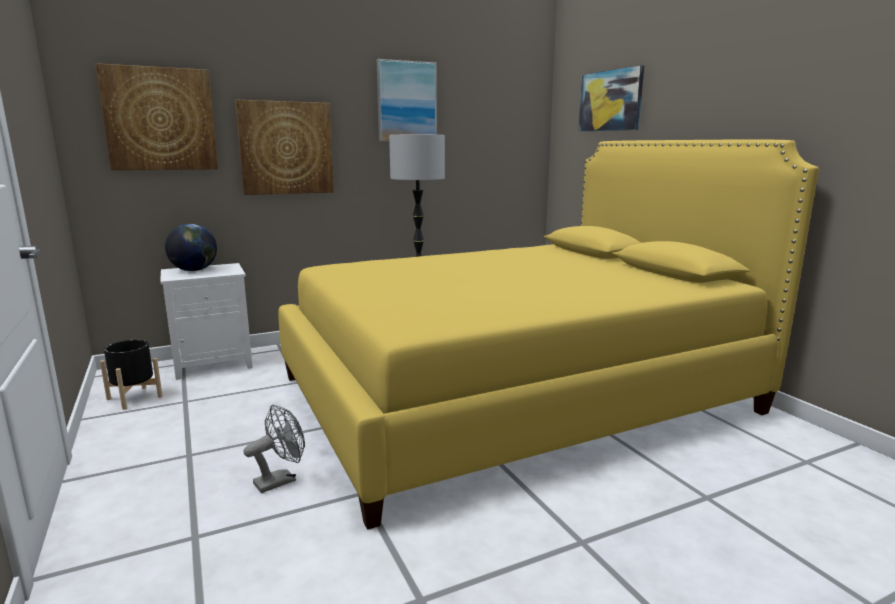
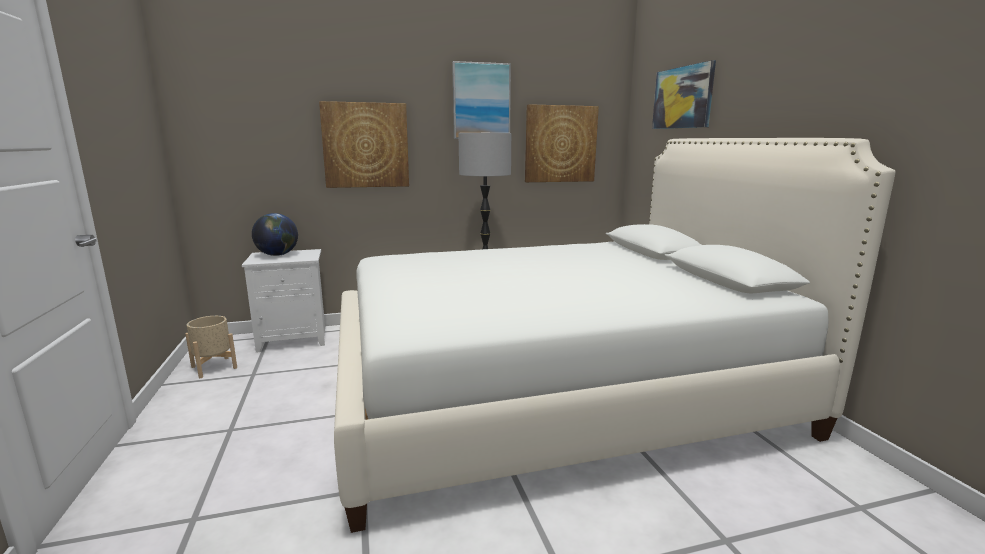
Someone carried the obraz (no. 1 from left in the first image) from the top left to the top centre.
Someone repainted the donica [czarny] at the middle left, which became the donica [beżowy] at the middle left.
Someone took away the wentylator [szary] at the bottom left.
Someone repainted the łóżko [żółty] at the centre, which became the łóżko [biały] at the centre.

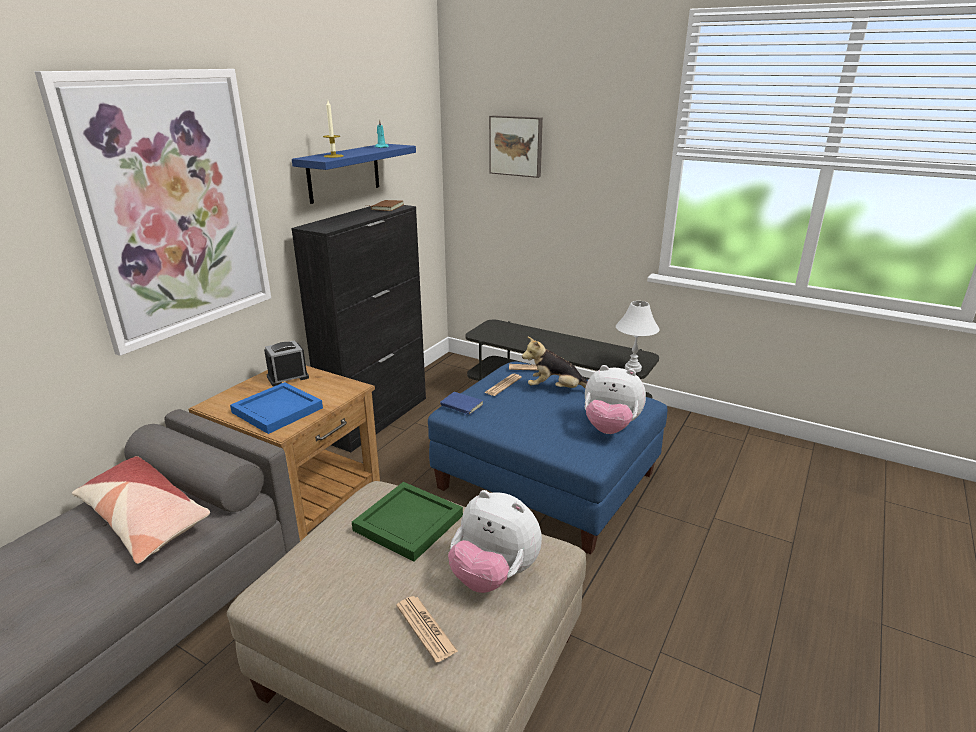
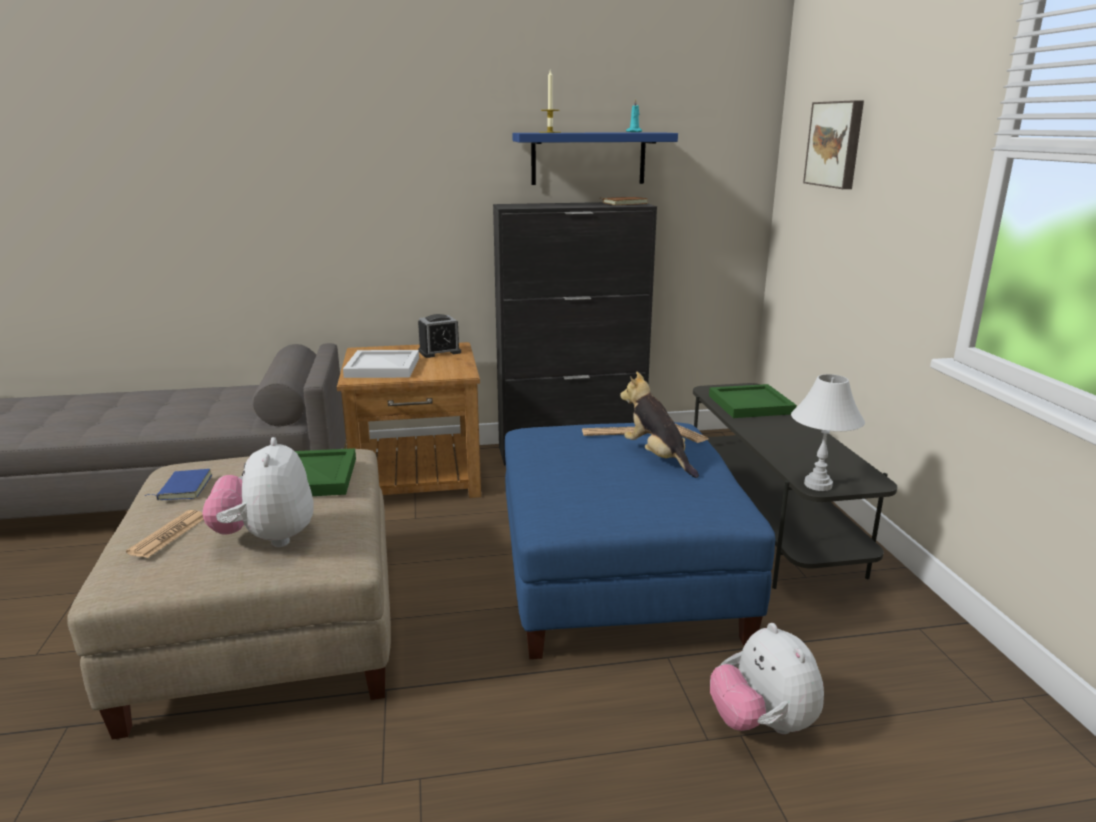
Someone took away the obraz (no. 1 from left) at the top left.
Someone took away the poduszka at the bottom left.
Someone repainted the taca [niebieski] at the middle left, which became the taca [biały] at the centre.
Someone rotated the budzik at the middle left by 135 degrees clockwise.
Someone carried the książka [niebieski] from the centre to the middle left.
Someone carried the pluszak (no. 3 from left) from the centre to the bottom right.
Someone put down the taca [zielony] (no. 2 from left) at the middle right.

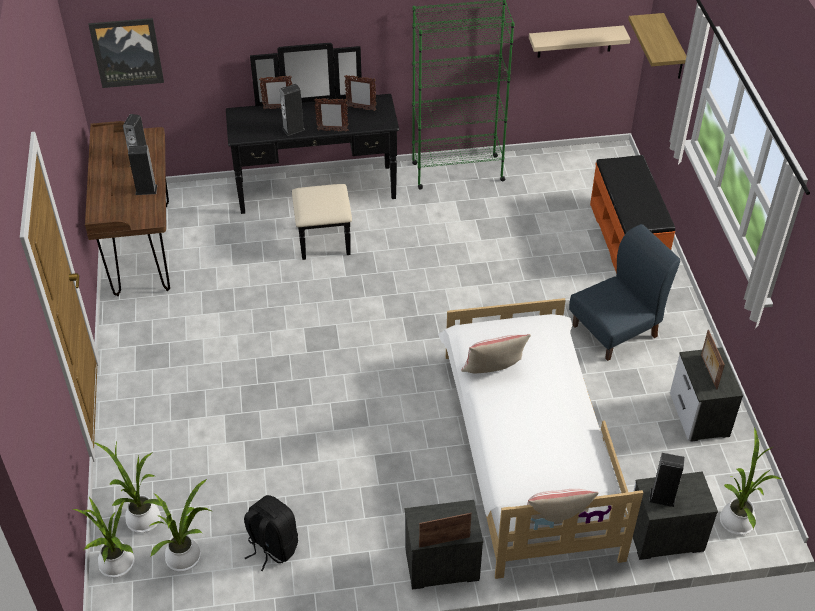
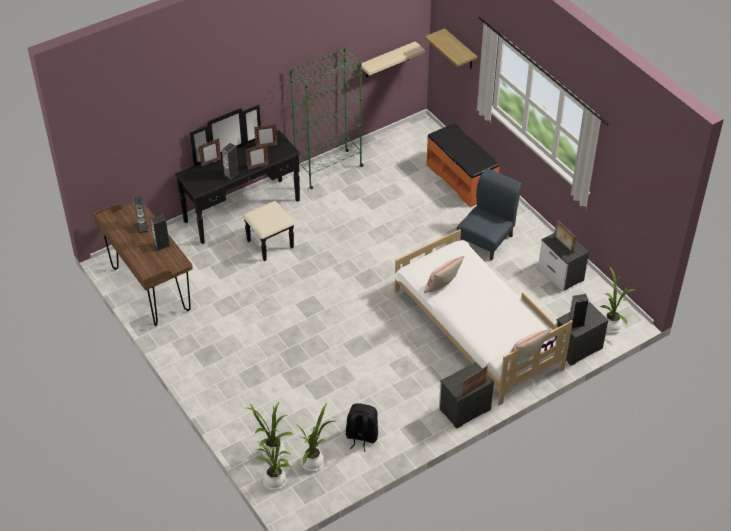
Someone took away the obraz at the top left.

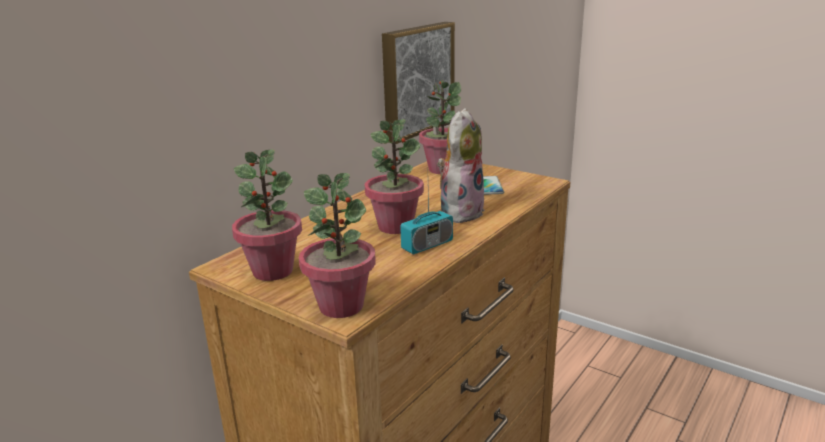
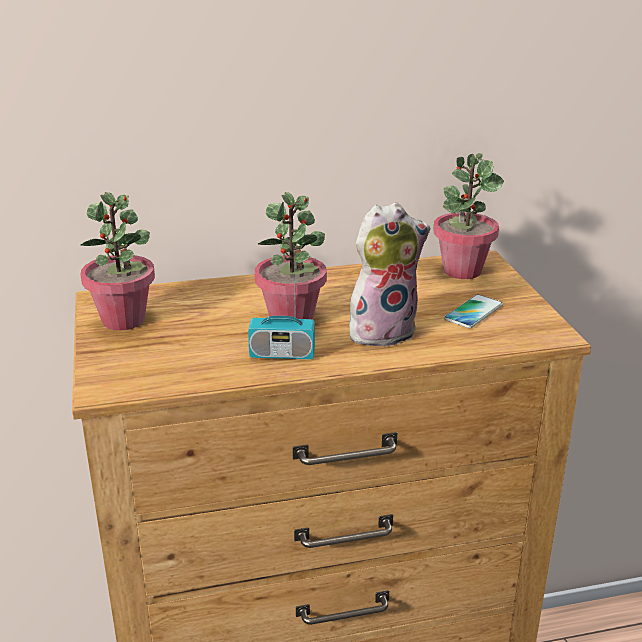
Someone took away the roślina doniczkowa (no. 2 from left) at the centre.
Someone took away the obraz at the top centre.

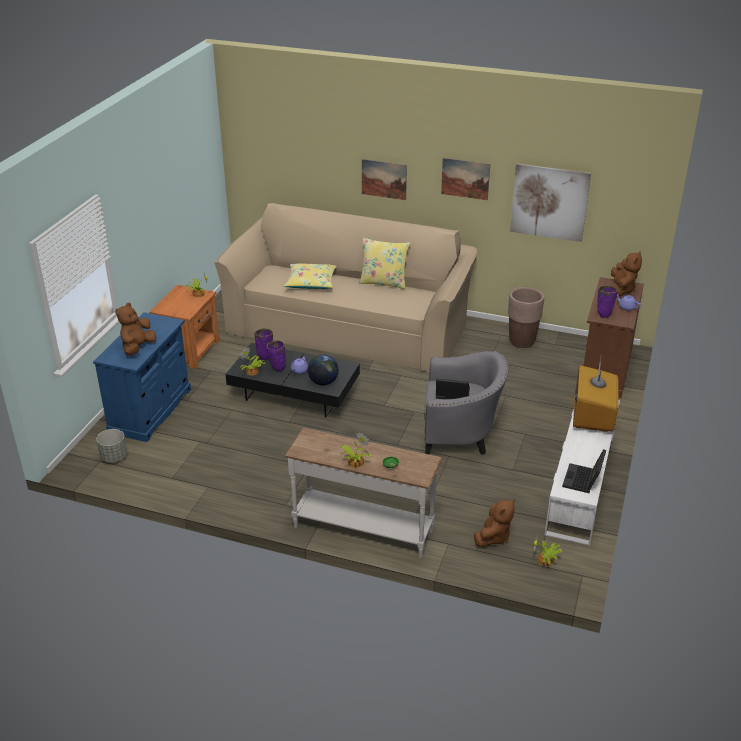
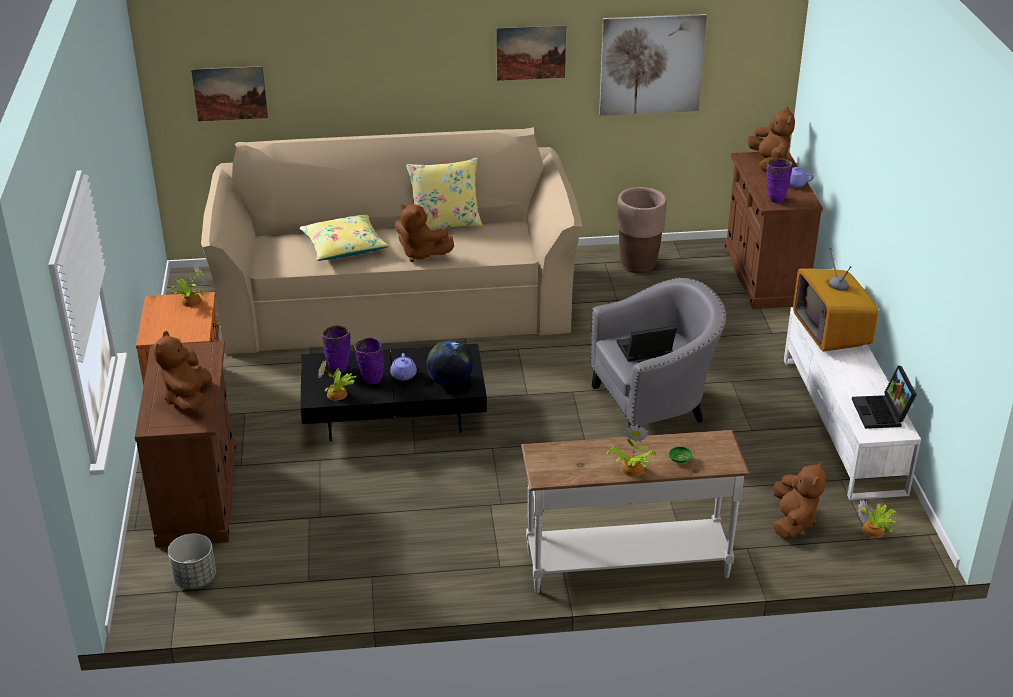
Someone repainted the szafka [niebieski] at the middle left, which became the szafka [brązowy] (no. 1 from left) at the middle left.
Someone carried the obraz (no. 1 from left) from the top centre to the top left.
Someone put down the pluszak [brązowy] (no. 2 from left) at the centre.

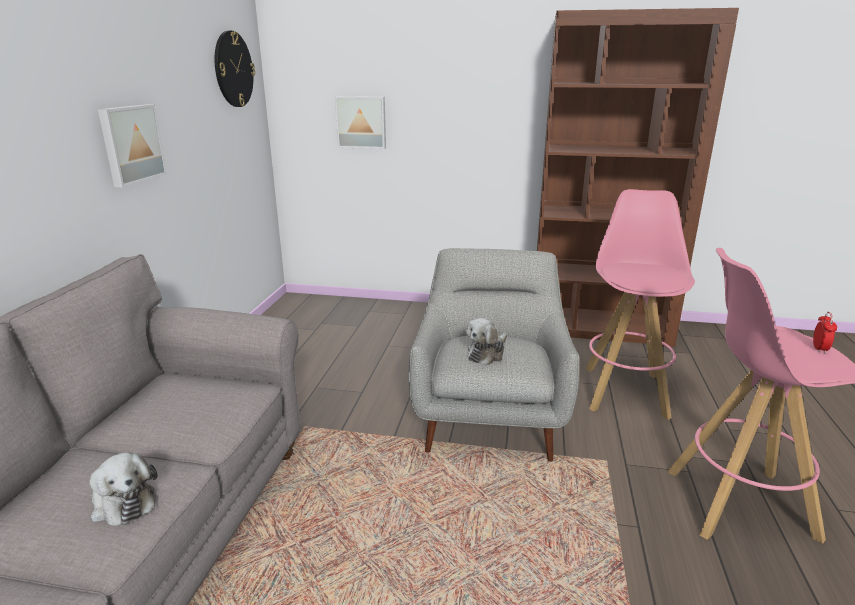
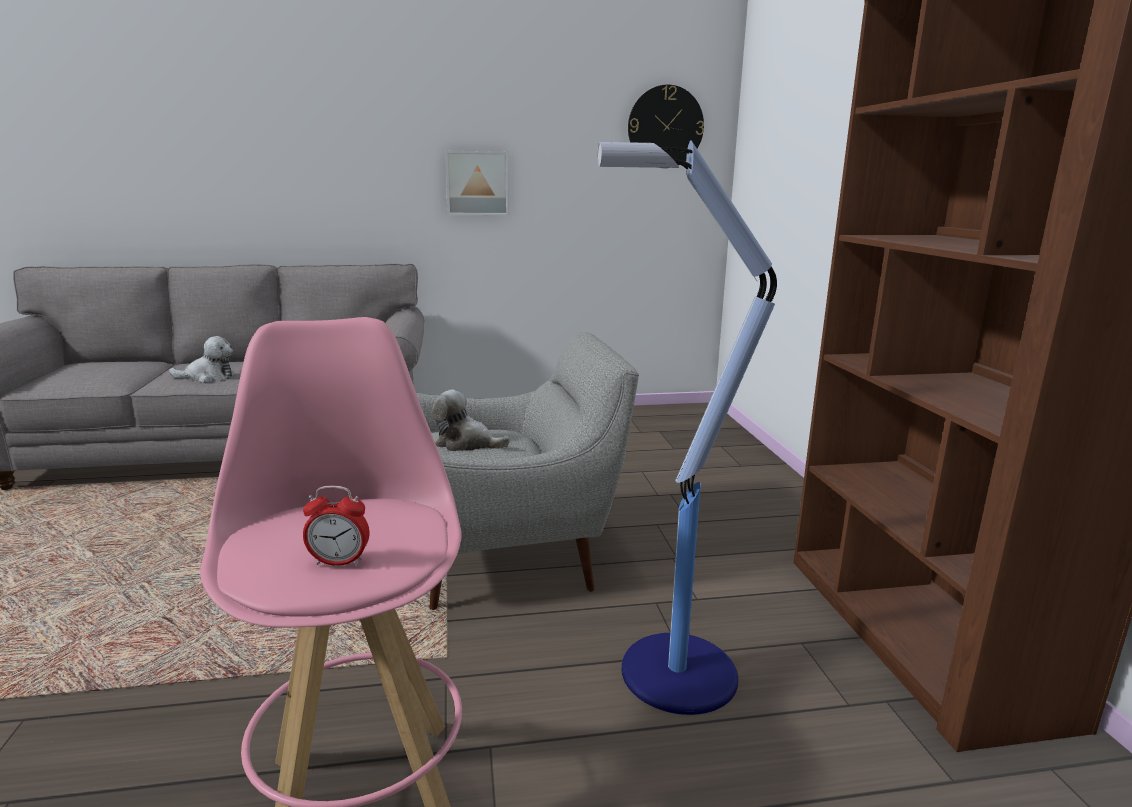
Someone rotated the pluszak (no. 1 from left) at the bottom left by 120 degrees counterclockwise.
Someone took away the obraz (no. 2 from left) at the top centre.
Someone swapped the stołek [różowy] (no. 1 from left) at the middle right for the lampa stojąca at the centre.

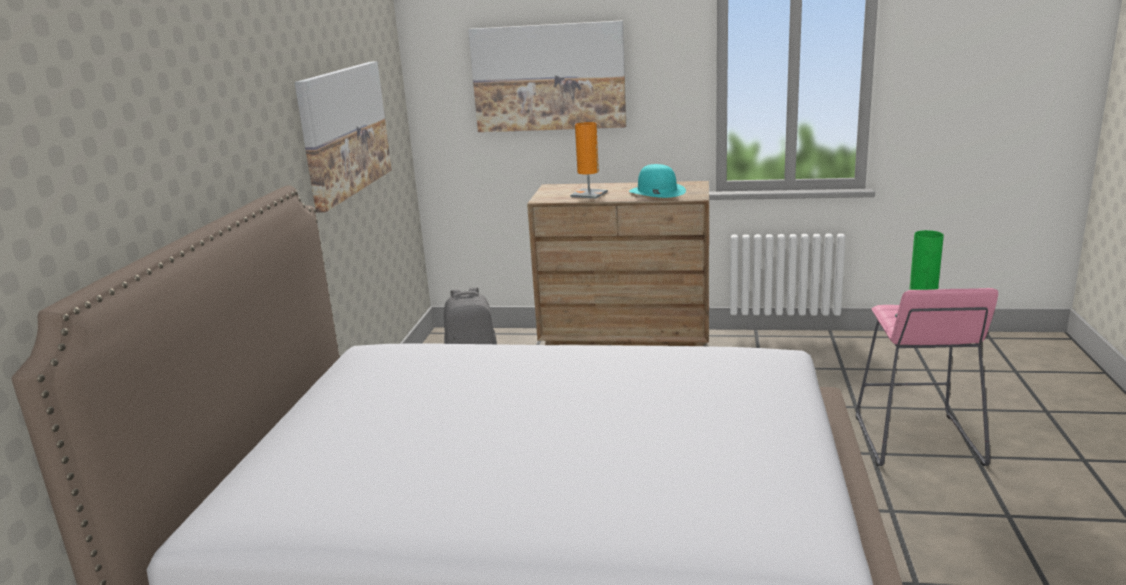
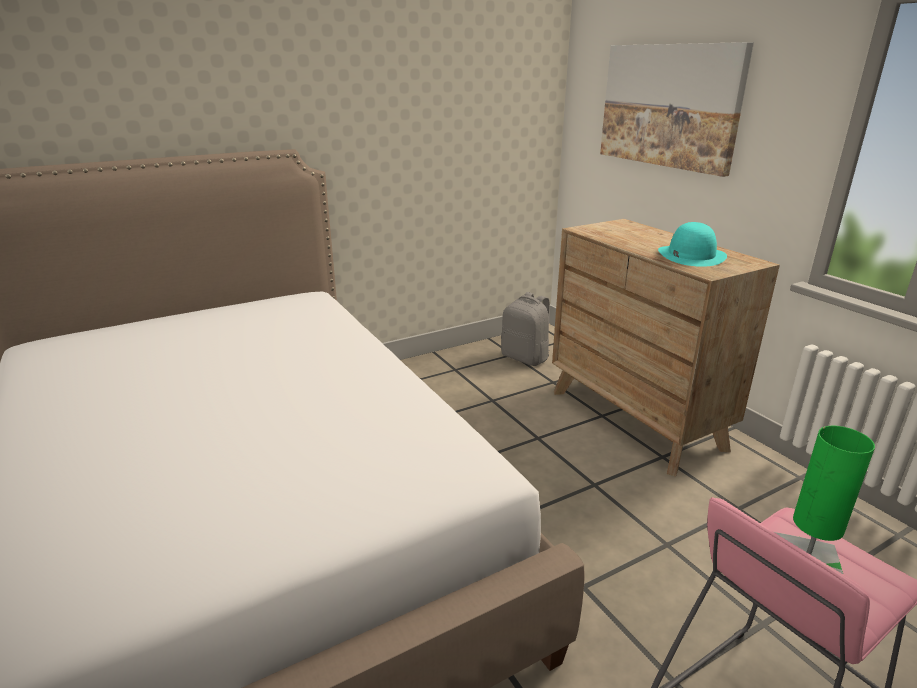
Someone took away the obraz (no. 1 from left) at the top left.
Someone took away the lampa stołowa [pomarańczowy] at the top centre.

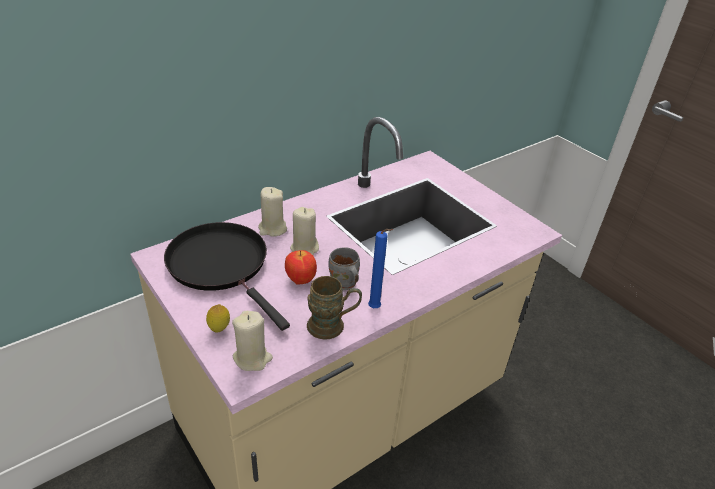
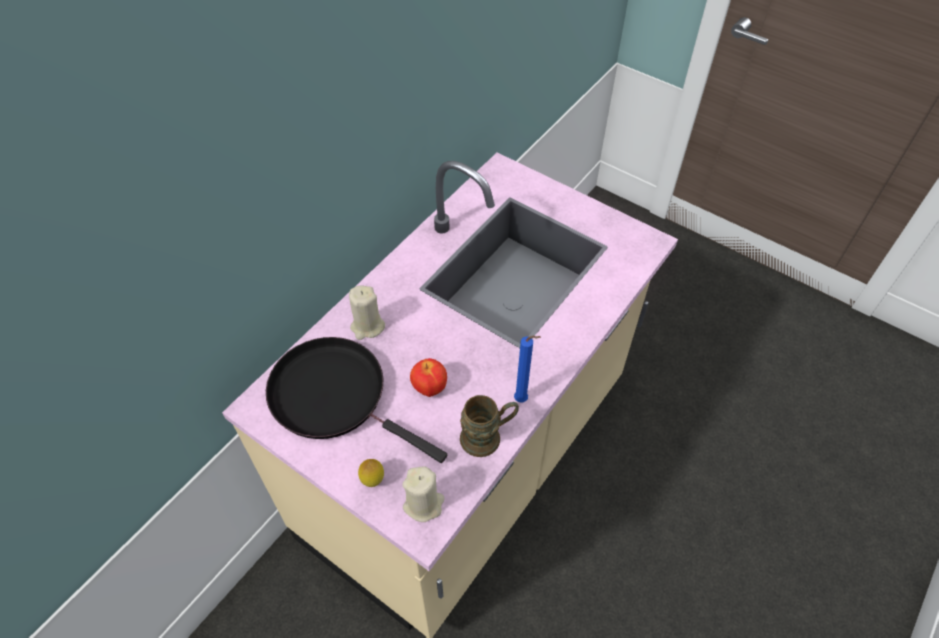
Someone took away the świeca [beżowy] (no. 3 from left) at the centre.
Someone took away the kubek [szary] at the centre.

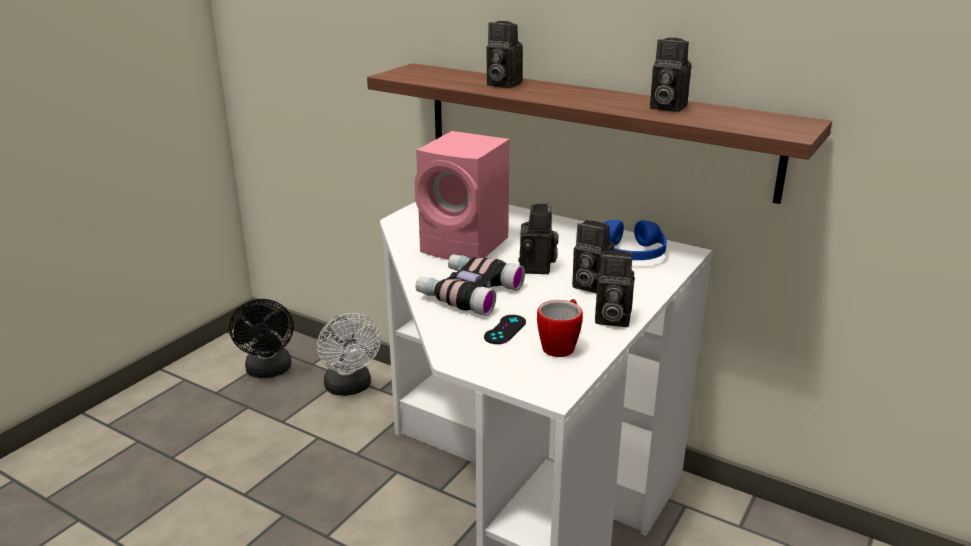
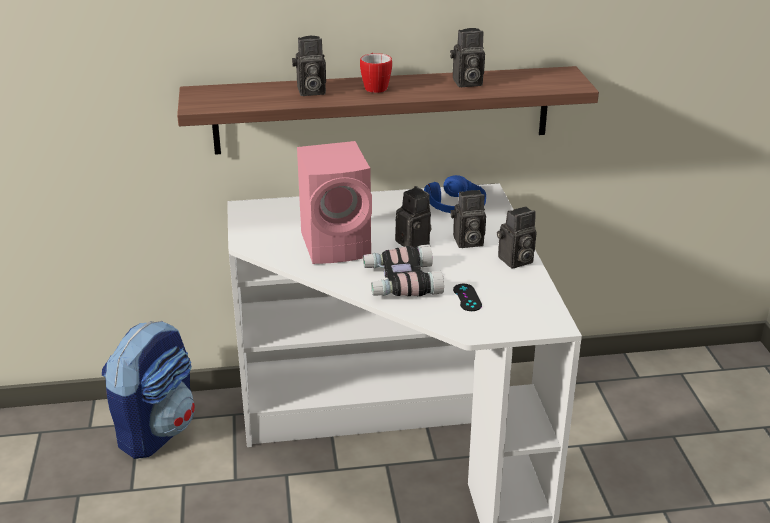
Someone took away the wentylator [czarny] at the middle left.
Someone swapped the wentylator [biały] at the centre for the plecak at the bottom left.
Someone carried the kubek from the centre to the top centre.

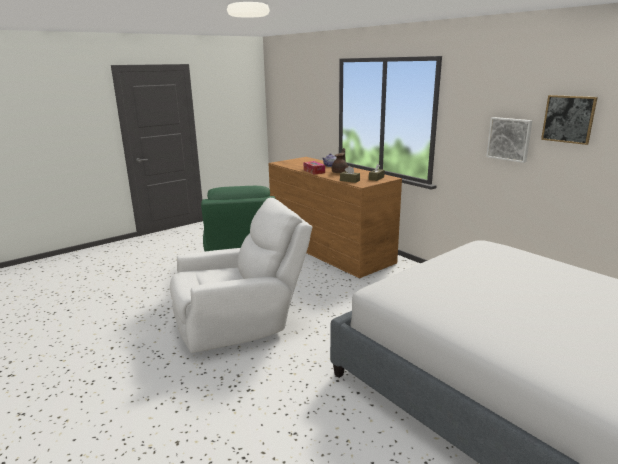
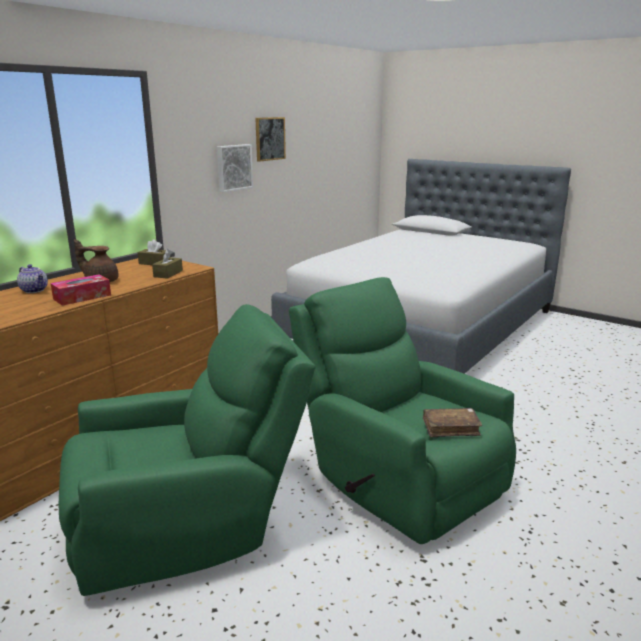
Someone repainted the fotel [biały] at the centre, which became the fotel [zielony] (no. 2 from left) at the centre.
Someone put down the książka [brązowy] at the middle right.

